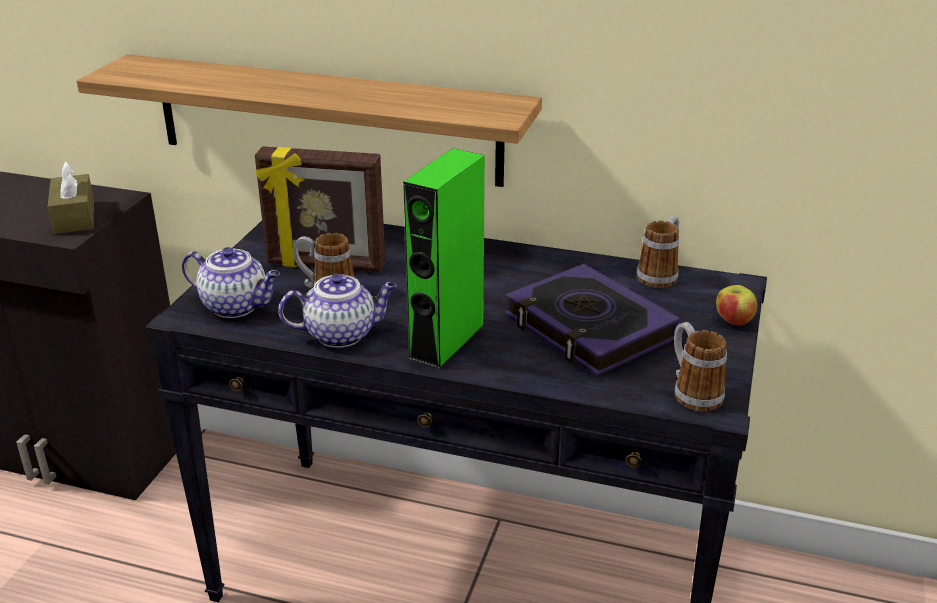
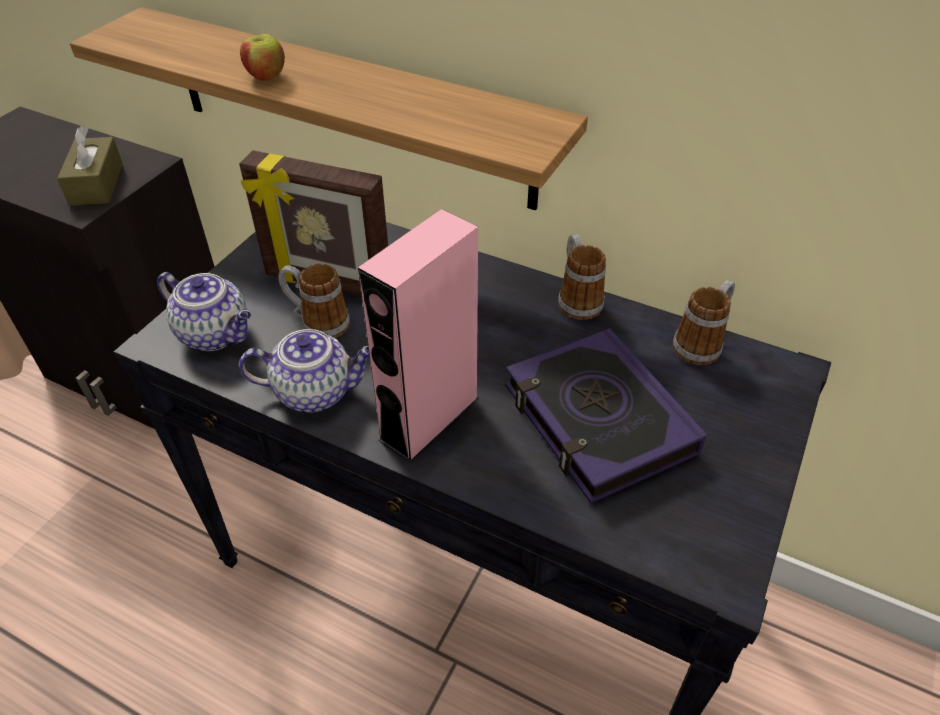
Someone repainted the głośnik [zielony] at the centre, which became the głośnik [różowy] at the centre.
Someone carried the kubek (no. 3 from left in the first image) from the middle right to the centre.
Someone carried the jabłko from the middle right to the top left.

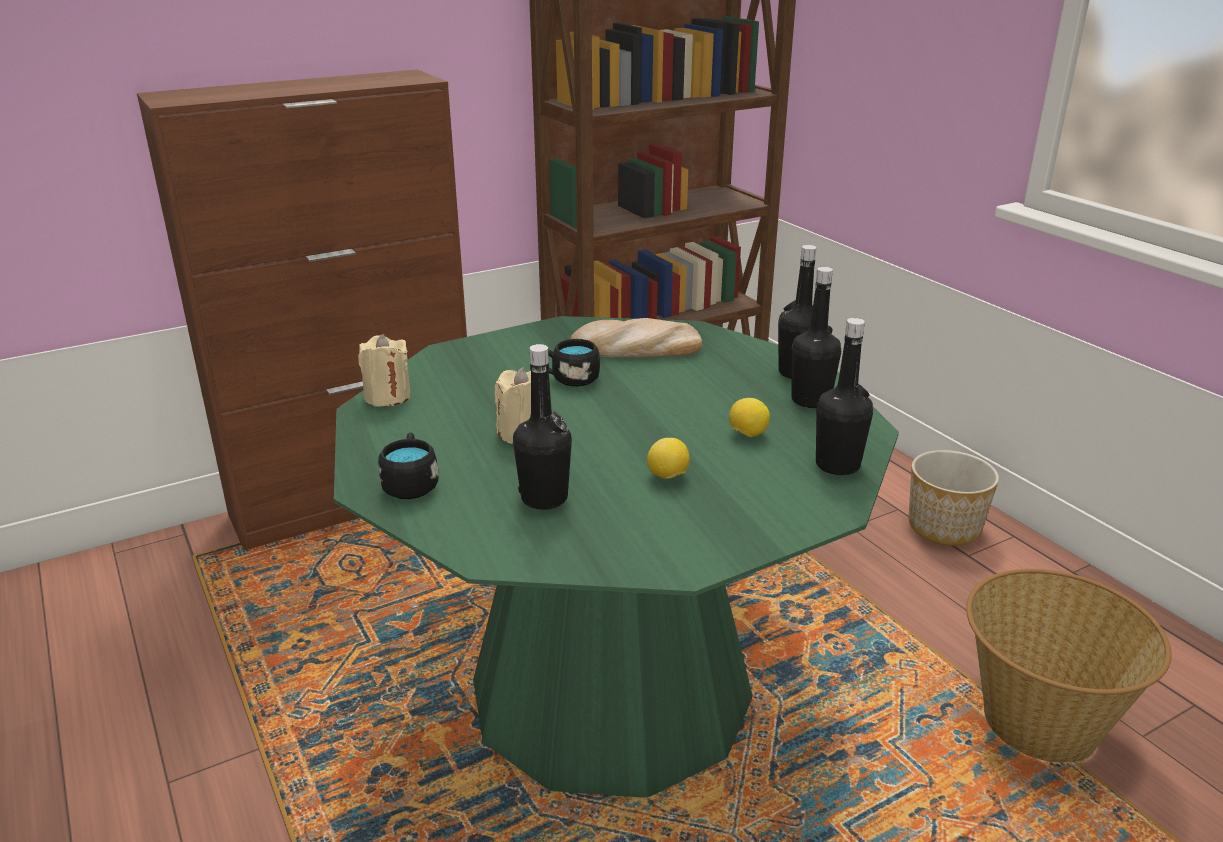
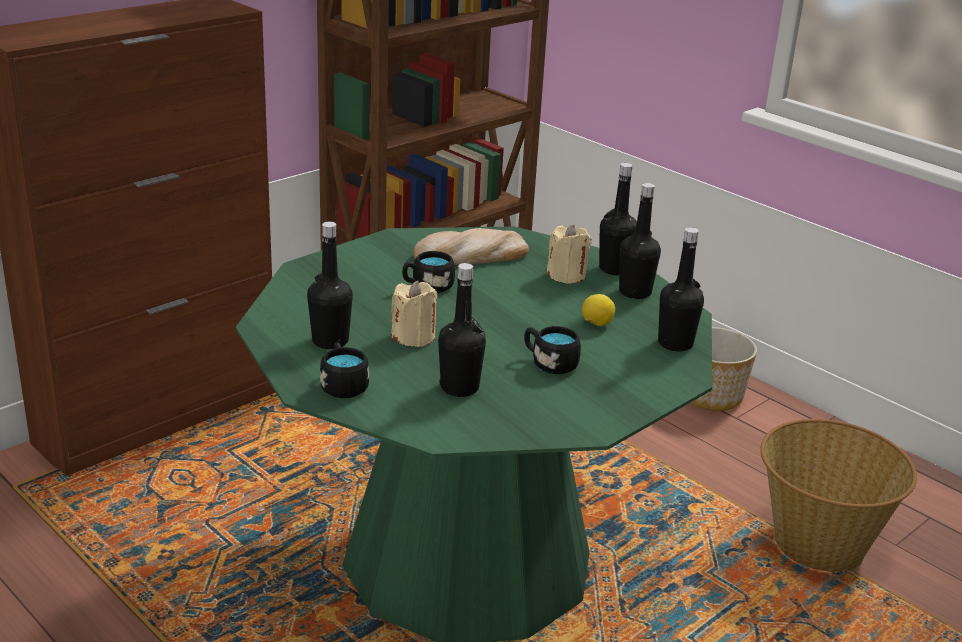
Someone carried the świeca [beżowy] (no. 1 from left in the first image) from the middle left to the centre.
Someone swapped the cytryna (no. 1 from left) at the centre for the kubek [czarny] (no. 3 from left) at the centre.
Someone put down the butelka [czarny] (no. 1 from left) at the centre.

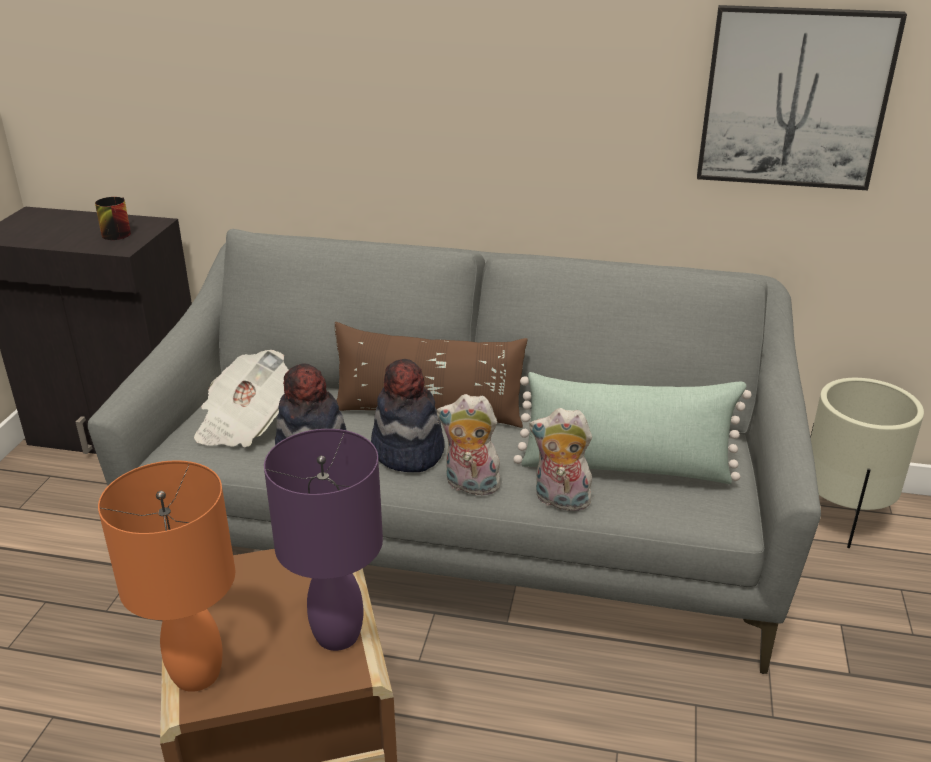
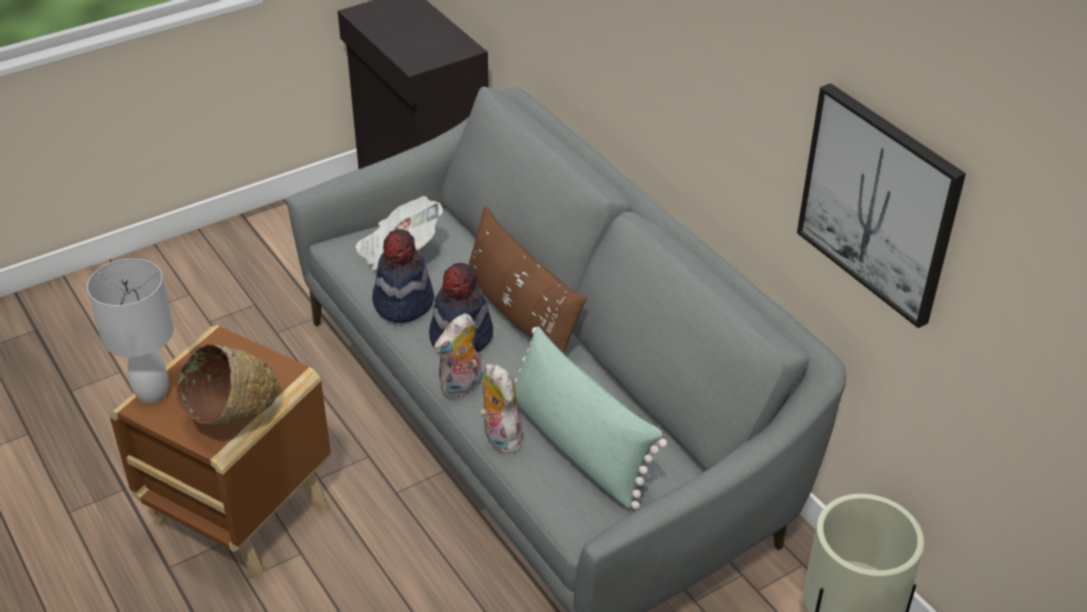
Someone took away the kubek at the top left.
Someone repainted the lampa stołowa [pomarańczowy] at the bottom left, which became the lampa stołowa [biały] at the middle left.
Someone swapped the lampa stołowa [fioletowy] at the bottom centre for the miska [brązowy] at the middle left.
Someone rotated the pluszak (no. 1 from left) at the centre by 105 degrees counterclockwise.

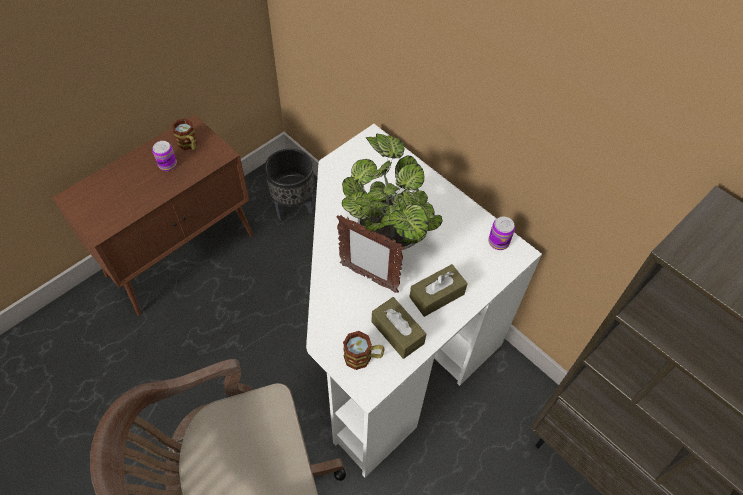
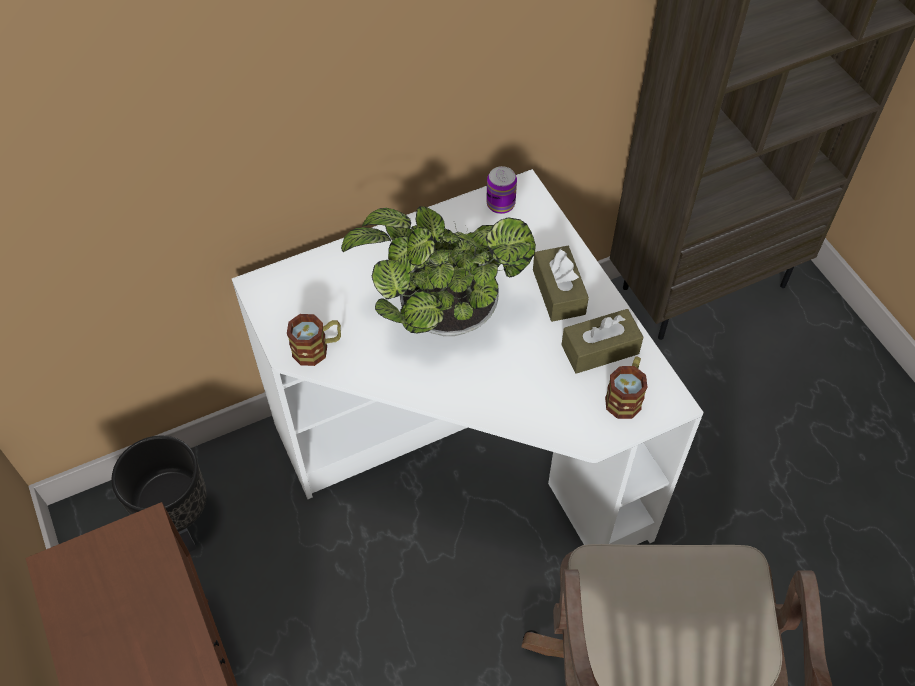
Someone took away the puszka (no. 1 from left) at the top left.
Someone carried the kubek (no. 1 from left) from the top left to the centre.
Someone took away the ramka na zdjęcie at the centre.

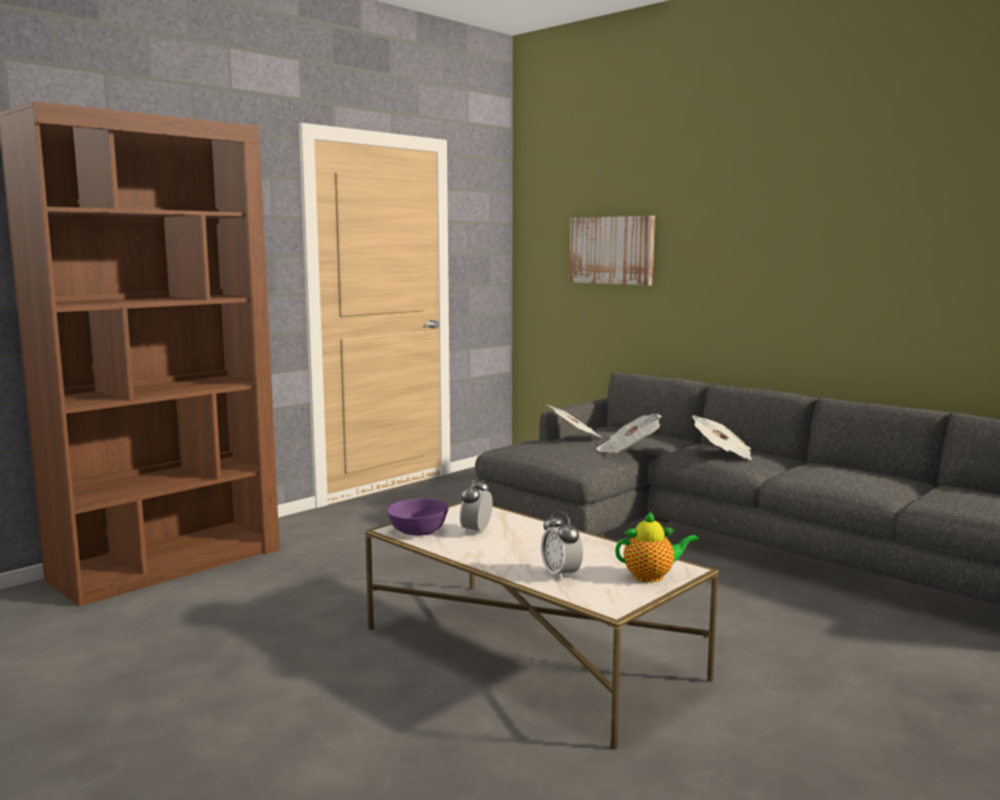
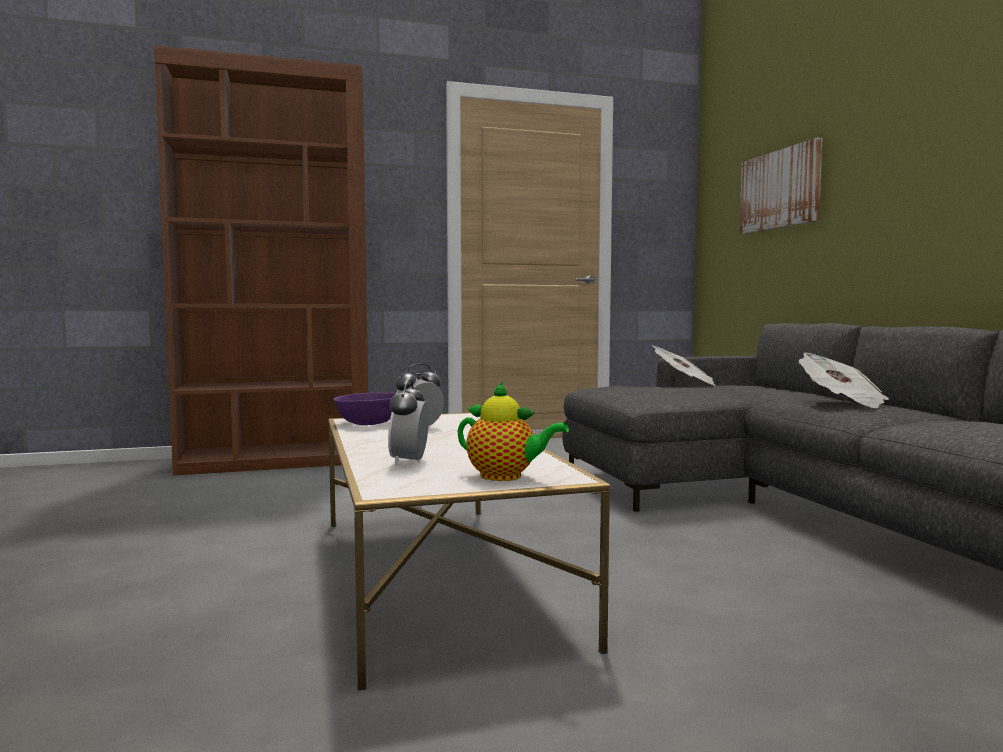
Someone took away the gazeta (no. 2 from left) at the centre.

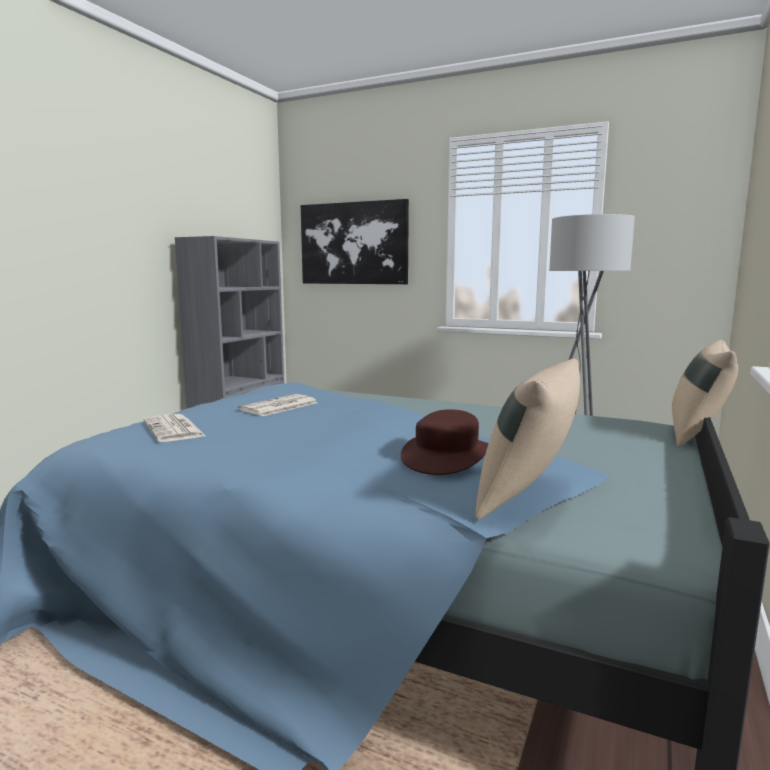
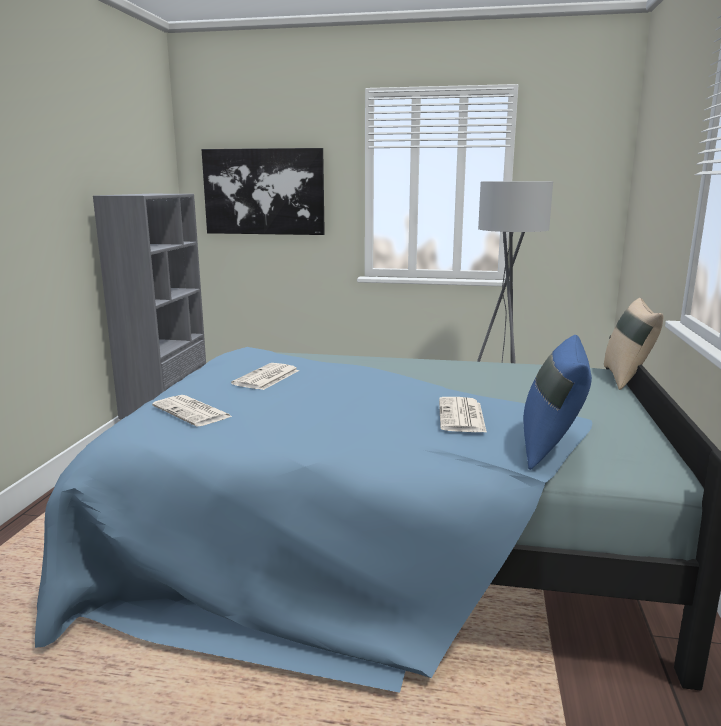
Someone swapped the kapelusz [brązowy] at the centre for the gazeta (no. 3 from left) at the centre.
Someone repainted the poduszka [beżowy] (no. 1 from left) at the middle right, which became the poduszka [niebieski] at the middle right.

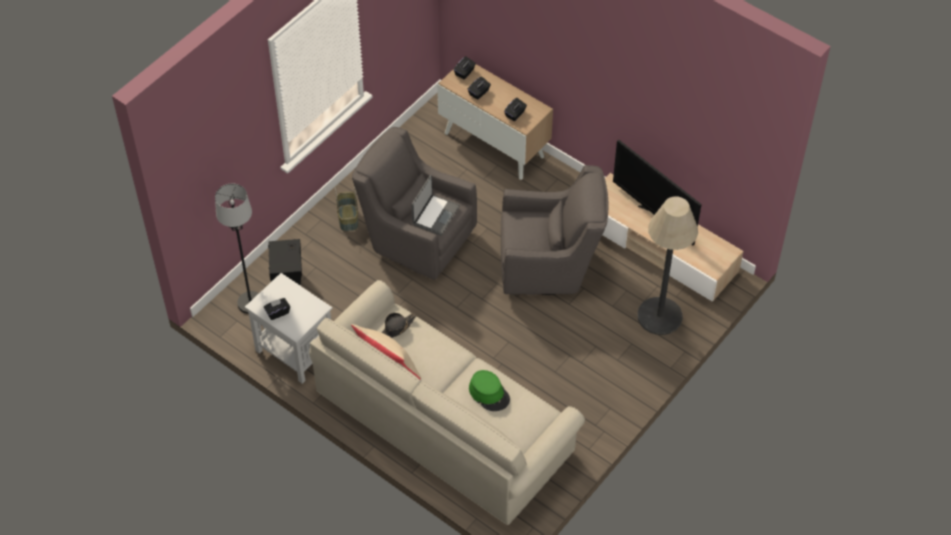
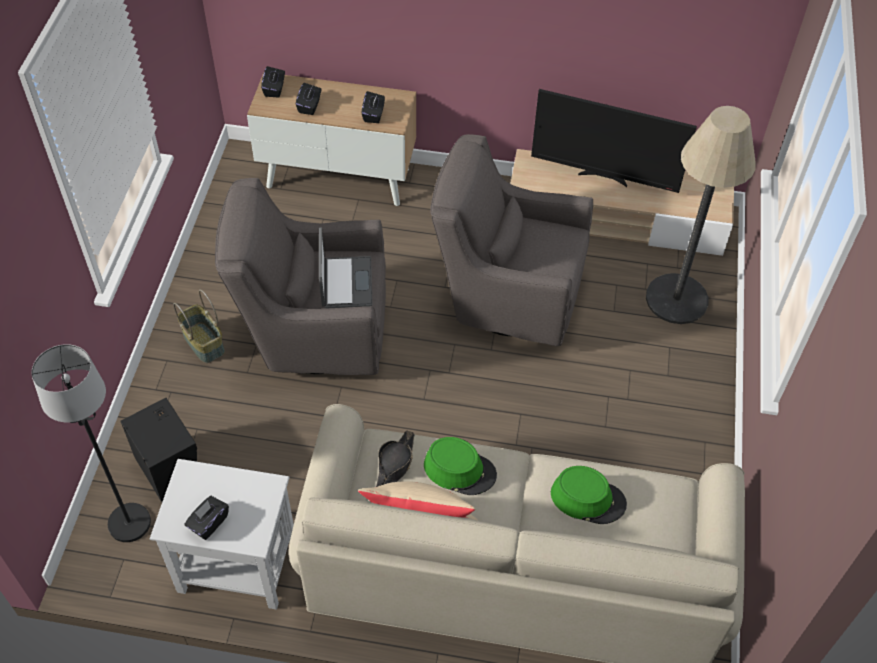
Someone rotated the fotel [szary] (no. 2 from left) at the centre by 135 degrees counterclockwise.
Someone put down the kapelusz [zielony] (no. 1 from left) at the bottom centre.

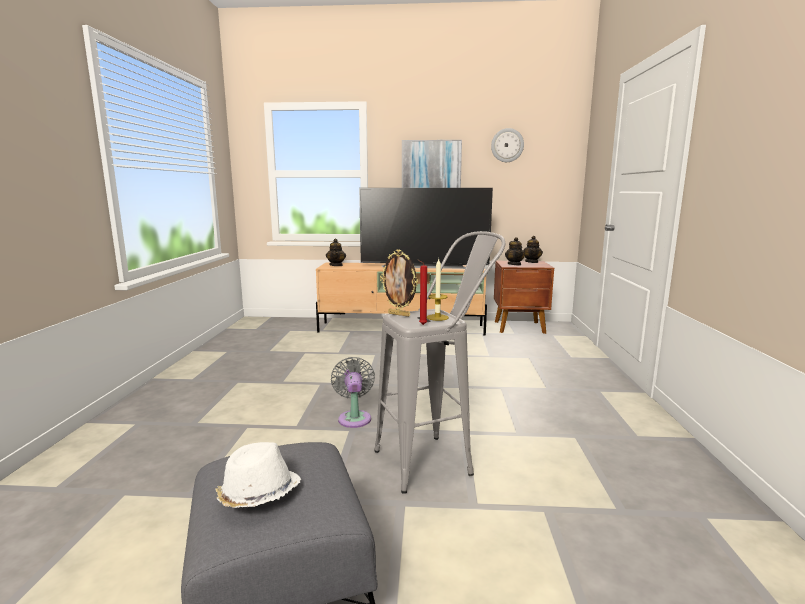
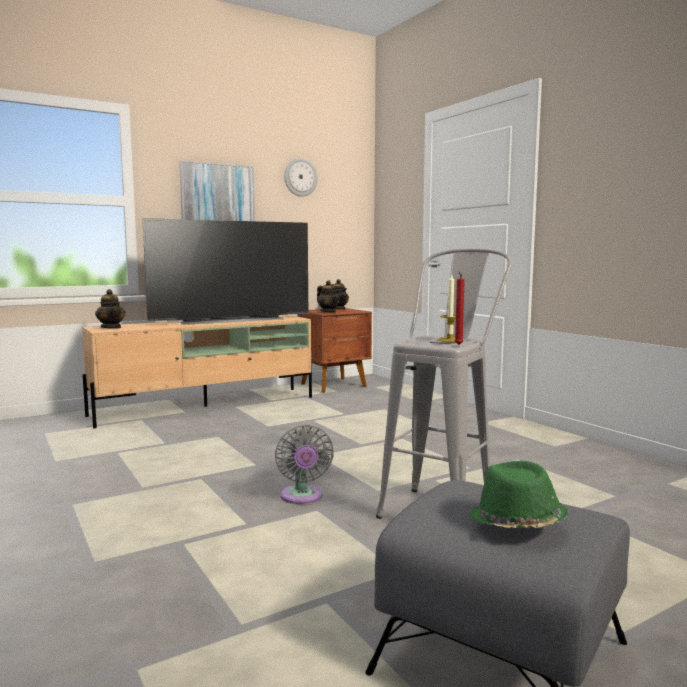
Someone repainted the kapelusz [biały] at the bottom left, which became the kapelusz [zielony] at the bottom right.
Someone rotated the wentylator [szary] at the centre by 150 degrees counterclockwise.
Someone took away the ramka na zdjęcie at the centre.

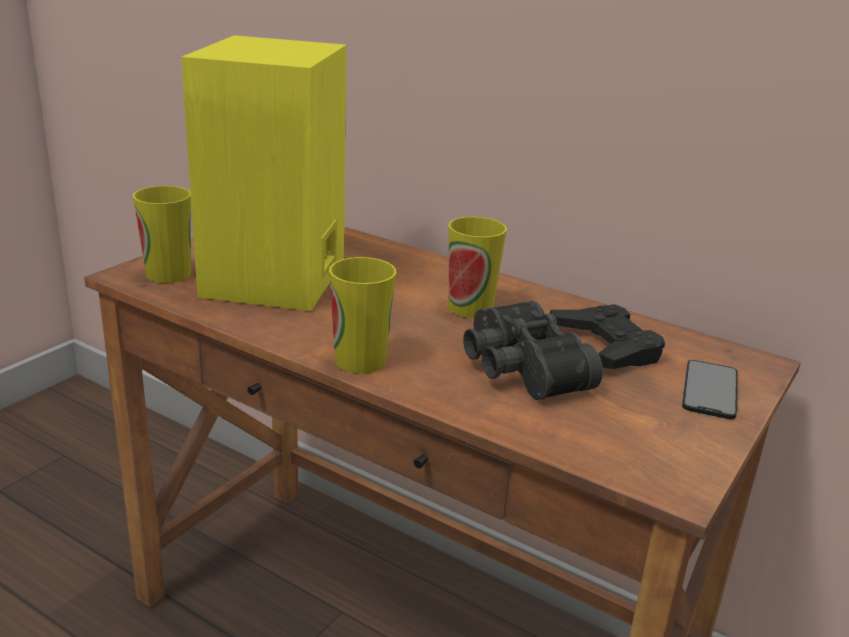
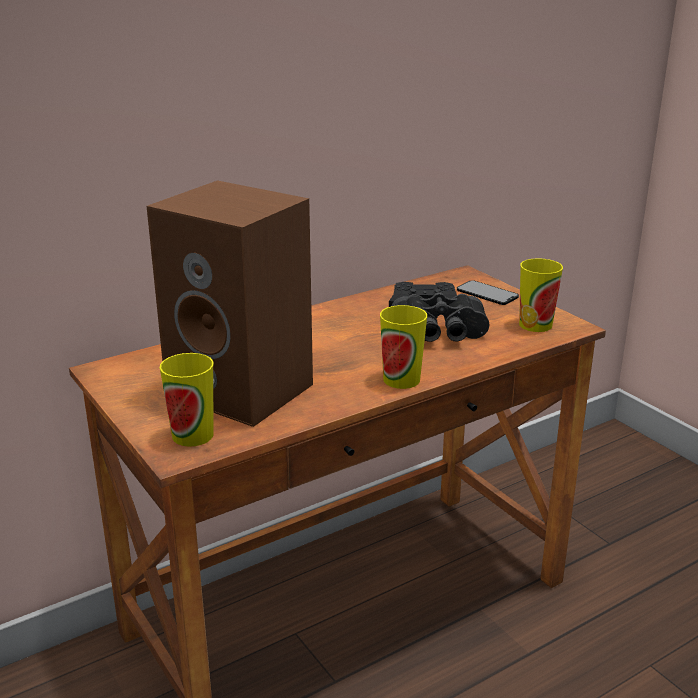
Someone repainted the głośnik [żółty] at the top left, which became the głośnik [brązowy] at the middle left.
Someone carried the filiżanka (no. 3 from left) from the centre to the middle right.

